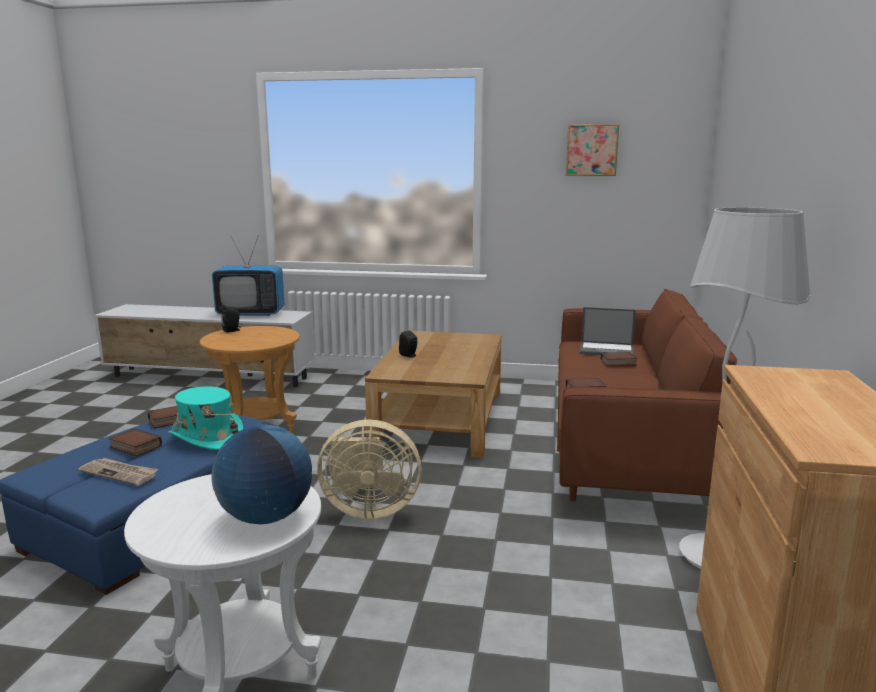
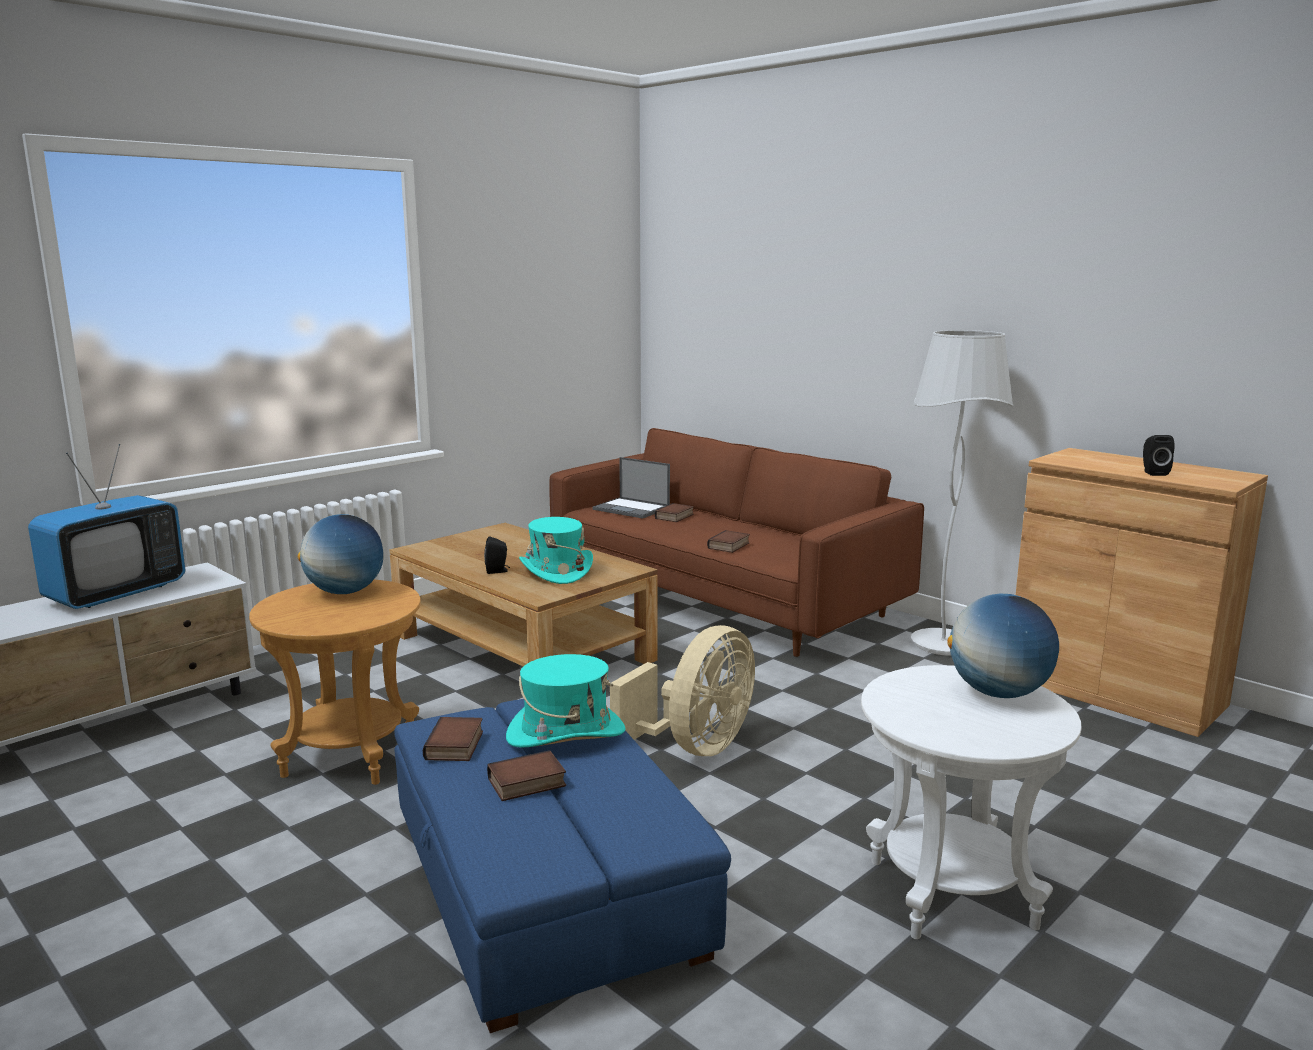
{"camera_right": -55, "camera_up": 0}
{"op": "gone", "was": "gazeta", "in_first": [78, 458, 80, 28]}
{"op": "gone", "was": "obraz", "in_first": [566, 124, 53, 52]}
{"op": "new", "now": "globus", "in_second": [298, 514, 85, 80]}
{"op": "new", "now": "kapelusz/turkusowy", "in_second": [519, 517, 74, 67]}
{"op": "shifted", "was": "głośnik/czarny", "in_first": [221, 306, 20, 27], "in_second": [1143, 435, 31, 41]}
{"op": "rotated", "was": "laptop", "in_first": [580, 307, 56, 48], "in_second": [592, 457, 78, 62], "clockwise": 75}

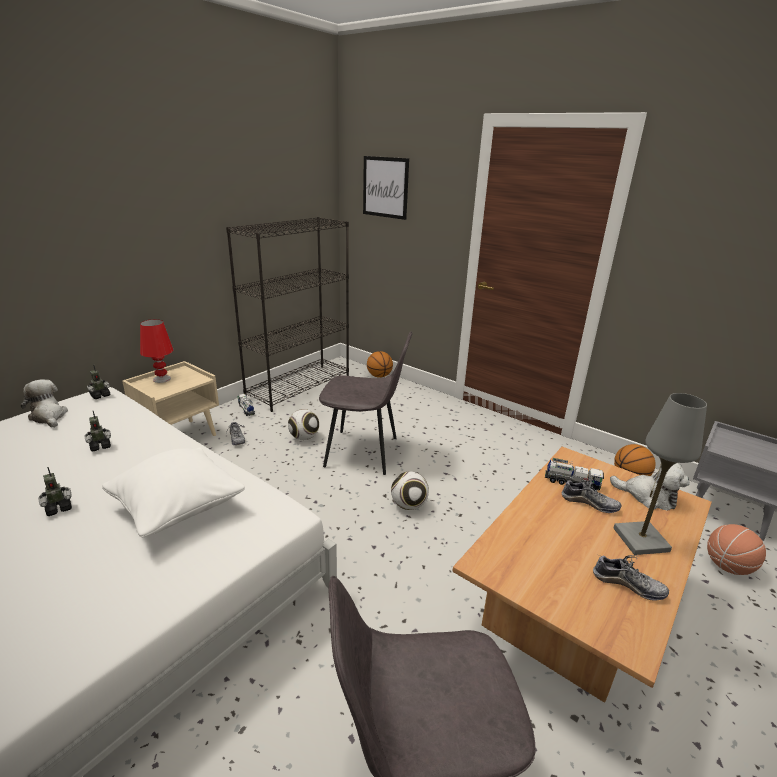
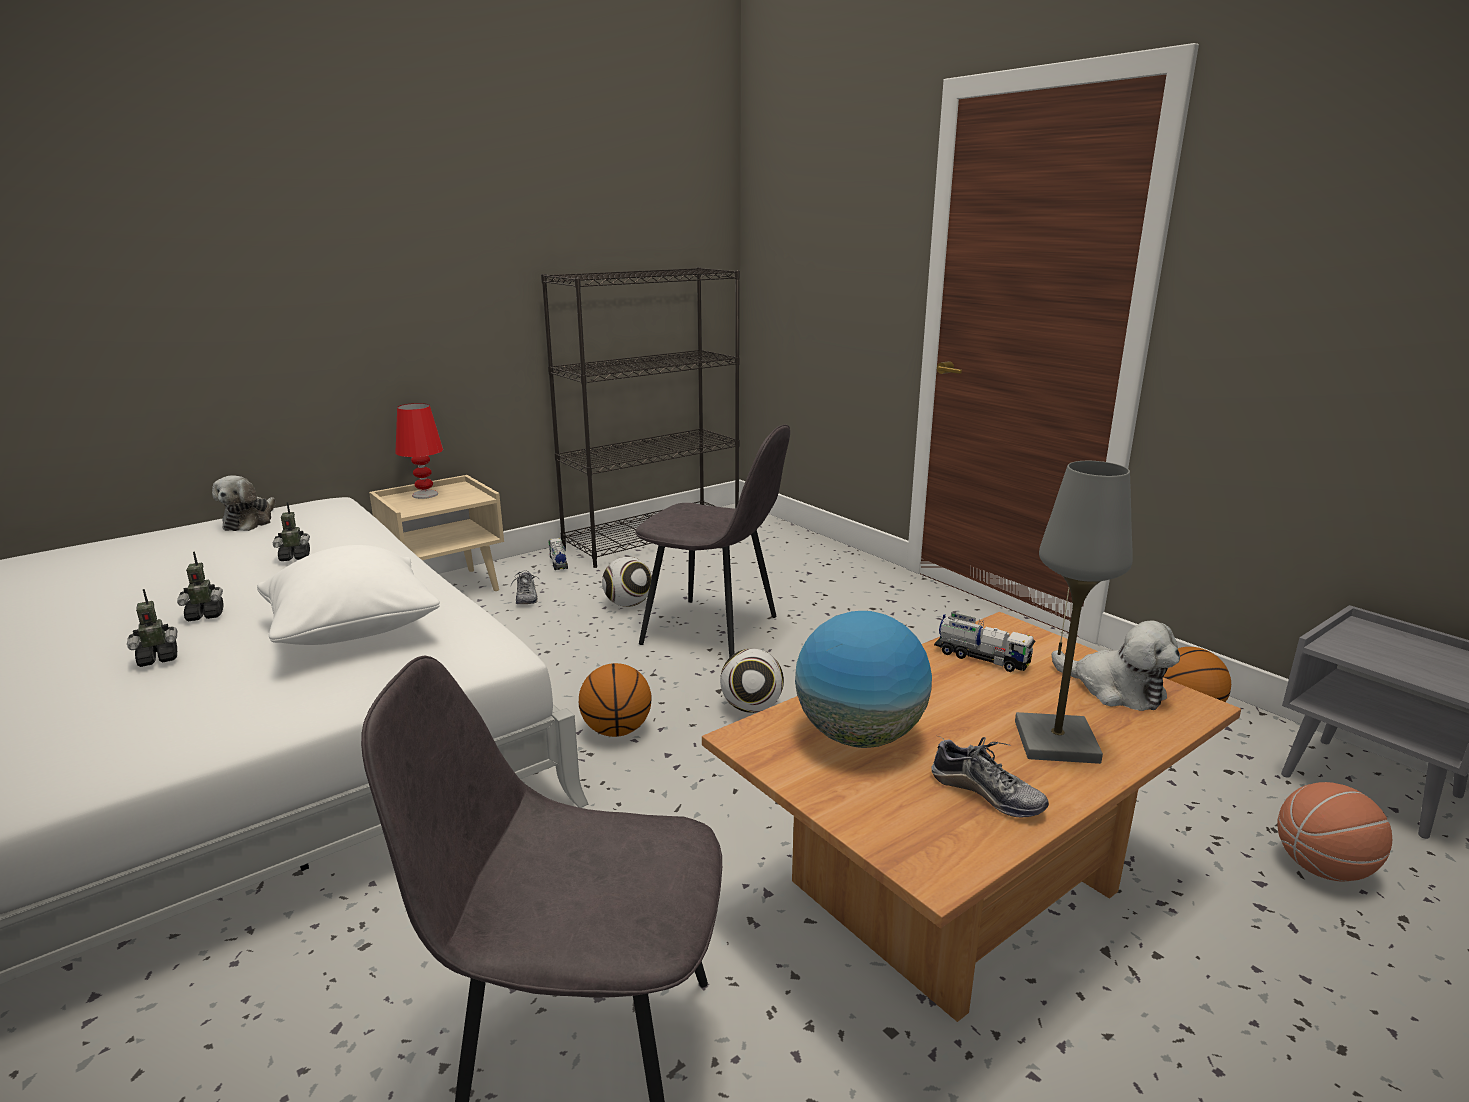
{"camera_right": 15, "camera_up": -5}
{"op": "gone", "was": "obraz", "in_first": [363, 156, 46, 64]}
{"op": "gone", "was": "but", "in_first": [561, 478, 60, 35]}
{"op": "new", "now": "globus", "in_second": [795, 611, 137, 137]}
{"op": "shifted", "was": "robot zabawkowy", "in_first": [87, 364, 23, 35], "in_second": [127, 589, 50, 78]}
{"op": "shifted", "was": "piłka do koszykówki", "in_first": [367, 351, 26, 27], "in_second": [579, 663, 73, 74]}
{"op": "rotated", "was": "pluszak", "in_first": [21, 379, 47, 49], "in_second": [212, 475, 63, 56], "clockwise": -150}

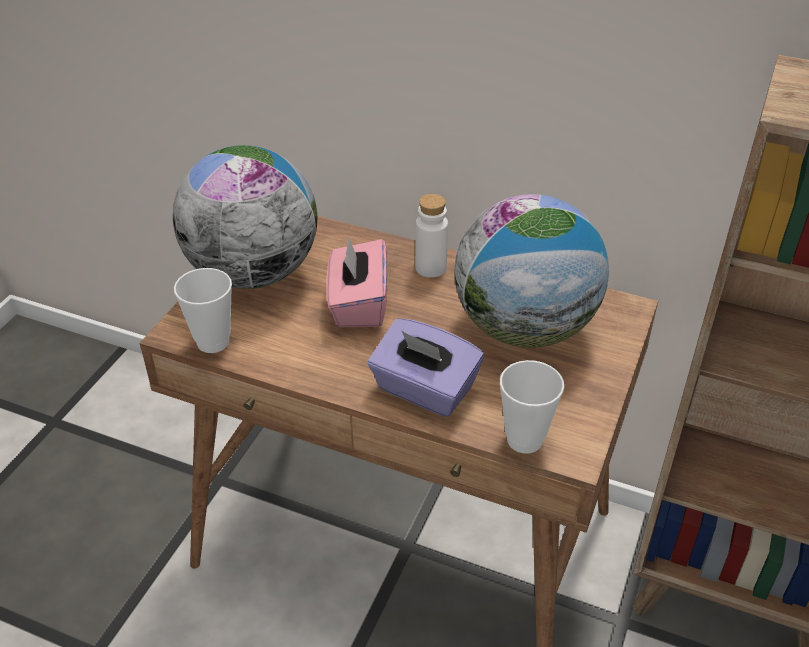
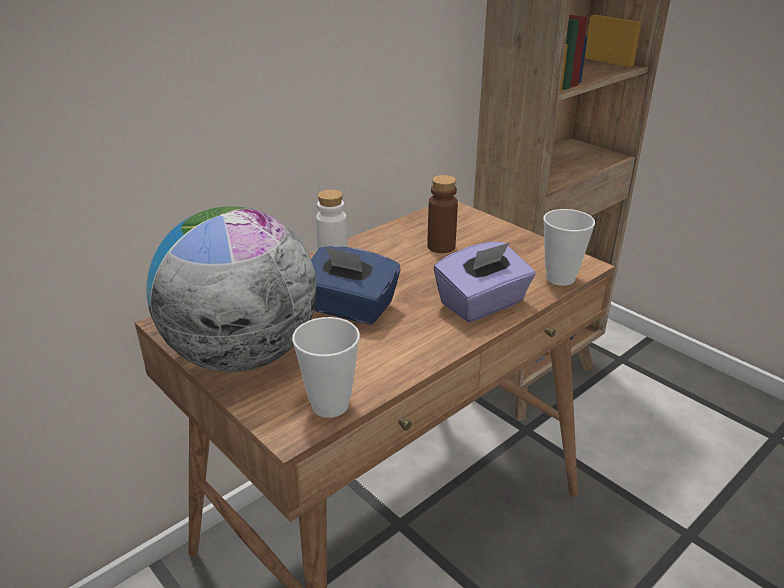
{"camera_right": -65, "camera_up": -10}
{"op": "swapped", "was": "globus", "now": "butelka/brązowy", "in_first": [454, 194, 155, 154], "in_second": [427, 175, 31, 78]}
{"op": "repainted", "was": "pudełko chusteczek/różowy", "now": "pudełko chusteczek/niebieski", "in_first": [326, 236, 62, 91], "in_second": [311, 246, 90, 78]}

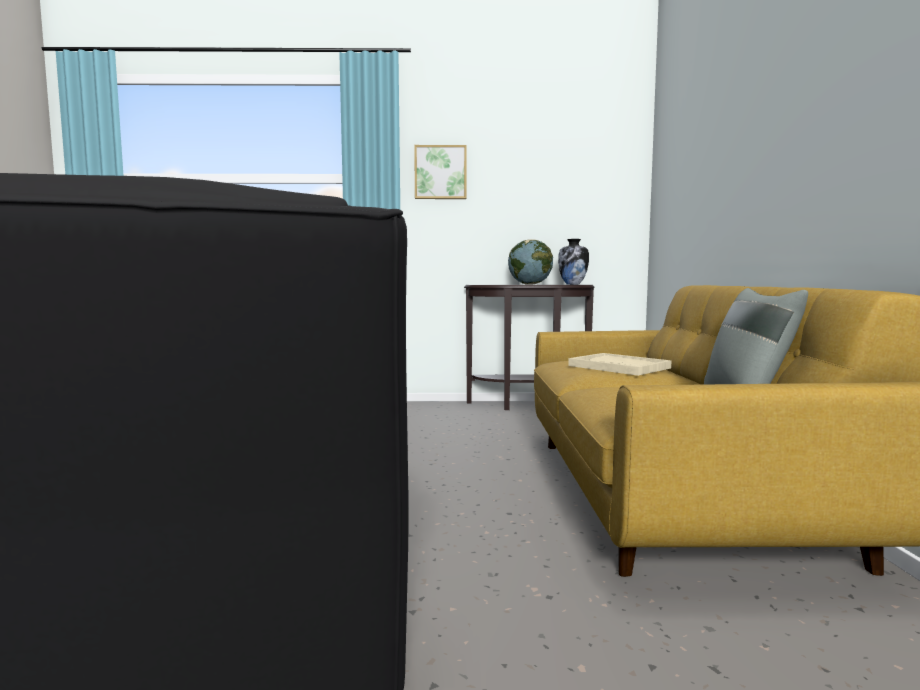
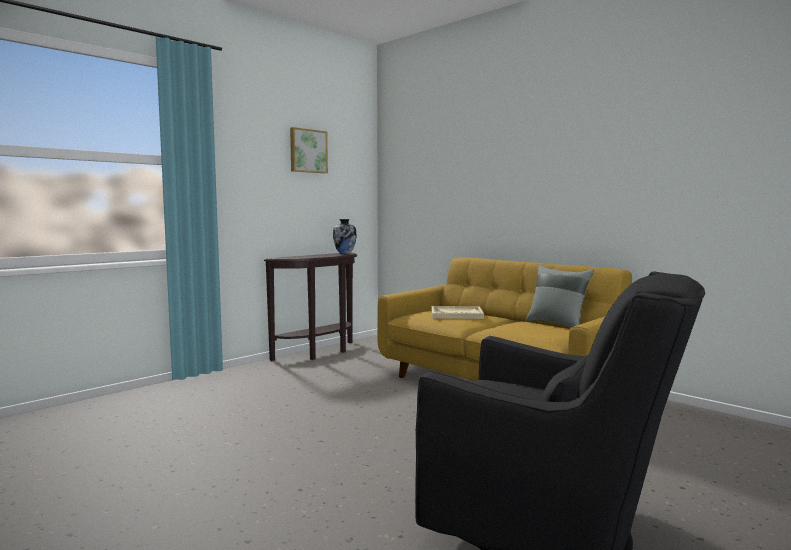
{"camera_right": -45, "camera_up": 0}
{"op": "gone", "was": "globus", "in_first": [508, 239, 45, 46]}
{"op": "shifted", "was": "obraz", "in_first": [414, 145, 52, 54], "in_second": [290, 127, 38, 46]}

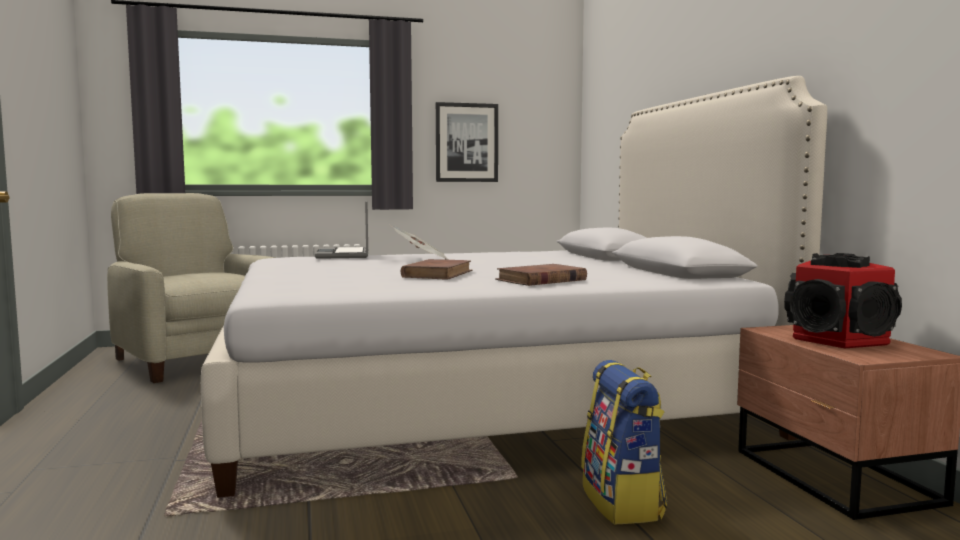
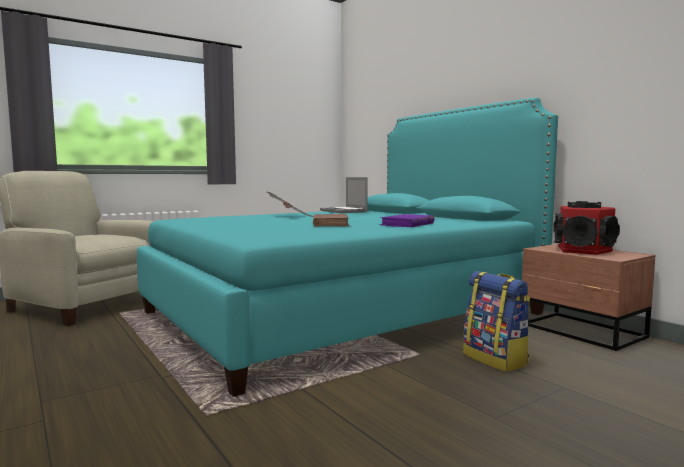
{"camera_right": -20, "camera_up": 0}
{"op": "gone", "was": "obraz", "in_first": [436, 102, 62, 80]}
{"op": "shifted", "was": "laptop", "in_first": [315, 200, 53, 59], "in_second": [320, 177, 48, 36]}
{"op": "repainted", "was": "łóżko/biały", "now": "łóżko/turkusowy", "in_first": [201, 76, 626, 422], "in_second": [137, 98, 421, 299]}
{"op": "repainted", "was": "książka/brązowy", "now": "książka/fioletowy", "in_first": [495, 264, 92, 22], "in_second": [380, 214, 55, 13]}

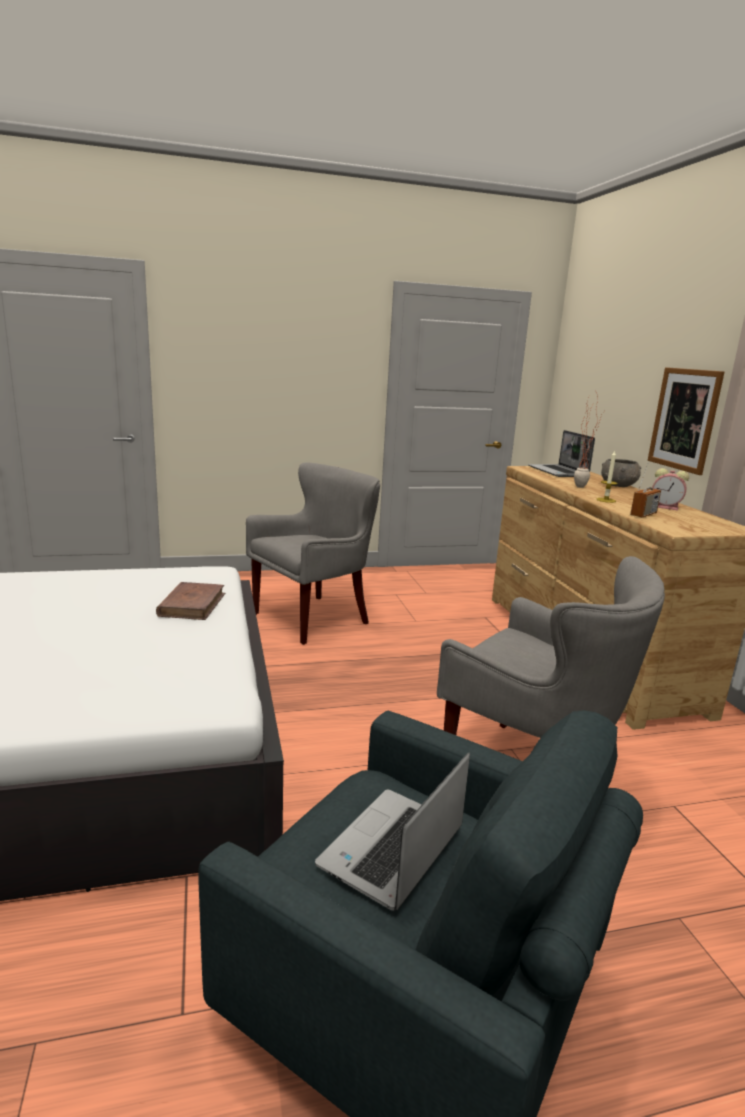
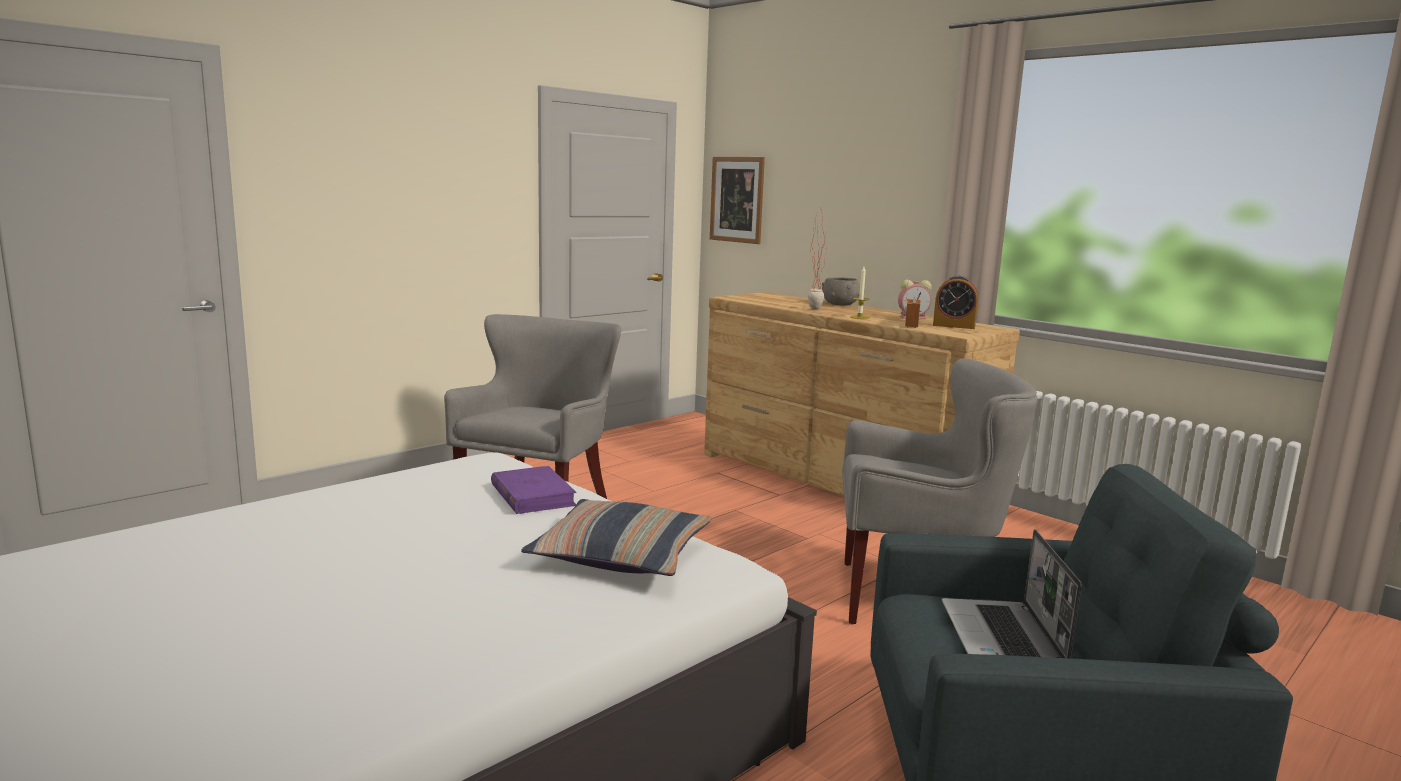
{"camera_right": -30, "camera_up": -5}
{"op": "gone", "was": "laptop", "in_first": [528, 430, 67, 47]}
{"op": "new", "now": "poduszka", "in_second": [521, 499, 191, 77]}
{"op": "new", "now": "budzik", "in_second": [933, 276, 45, 53]}
{"op": "shifted", "was": "obraz", "in_first": [648, 367, 76, 108], "in_second": [710, 157, 55, 87]}
{"op": "repainted", "was": "książka/brązowy", "now": "książka/fioletowy", "in_first": [156, 582, 69, 38], "in_second": [491, 466, 86, 48]}

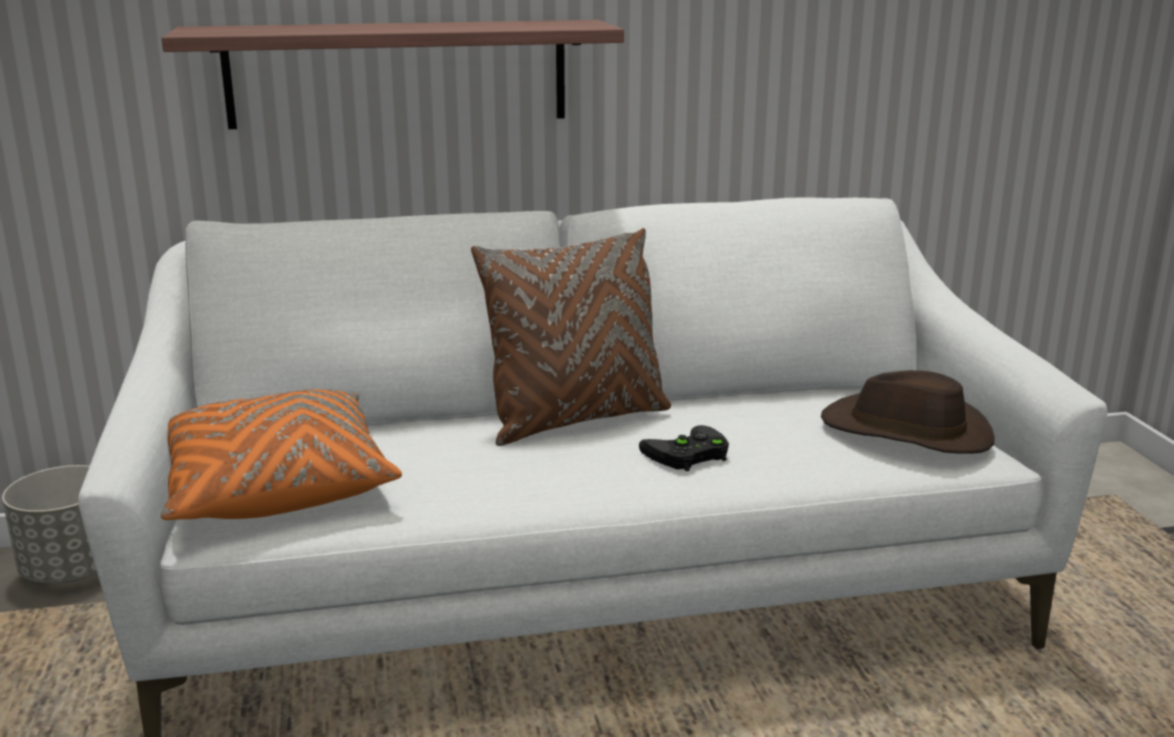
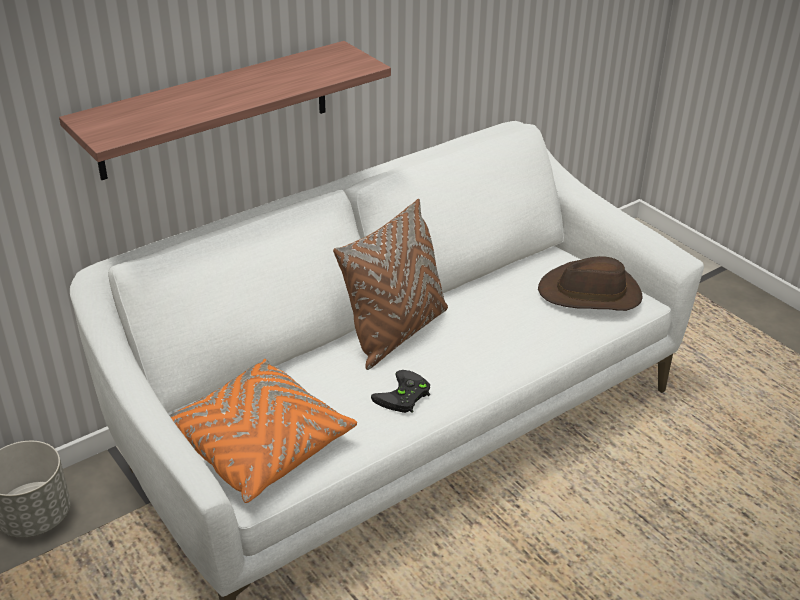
{"camera_right": -25, "camera_up": 15}
{"op": "shifted", "was": "pad do gier/czarny", "in_first": [639, 425, 90, 46], "in_second": [371, 370, 59, 43]}

